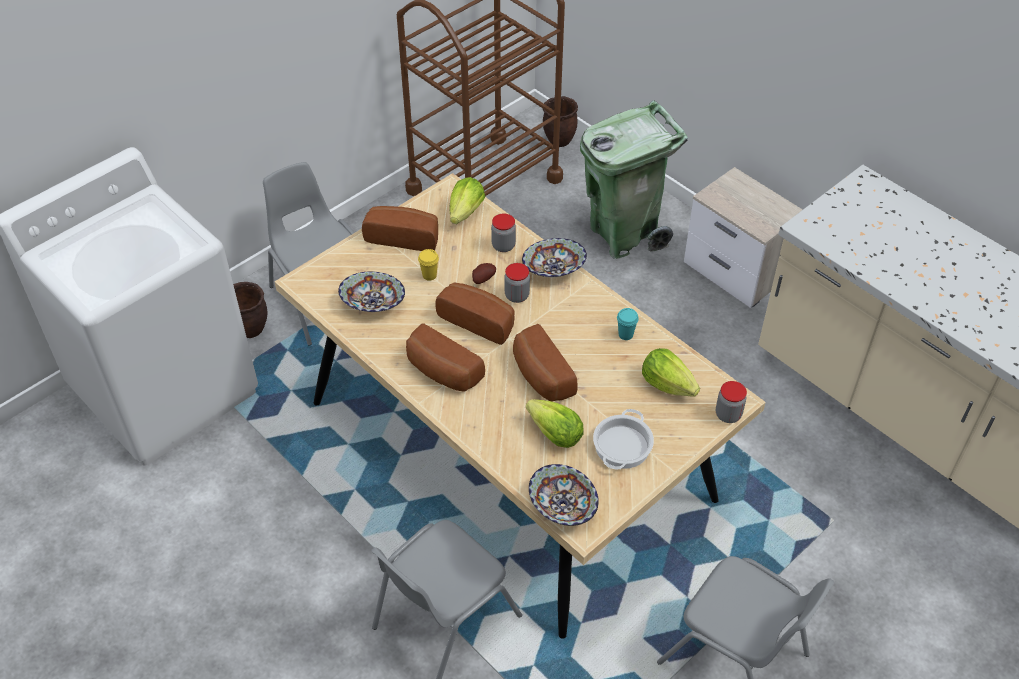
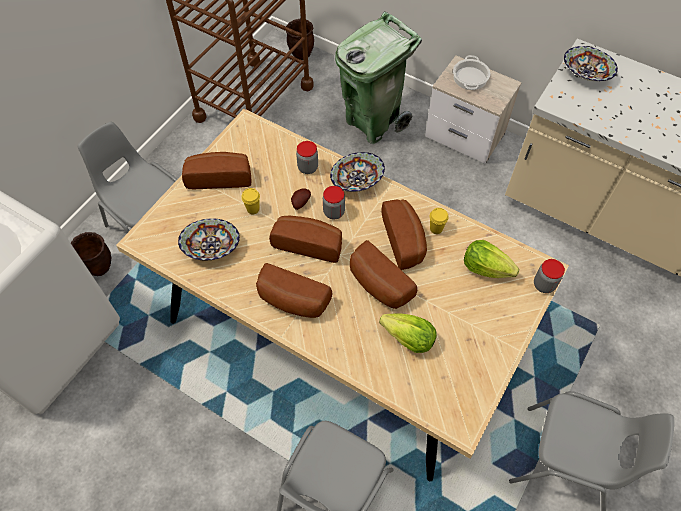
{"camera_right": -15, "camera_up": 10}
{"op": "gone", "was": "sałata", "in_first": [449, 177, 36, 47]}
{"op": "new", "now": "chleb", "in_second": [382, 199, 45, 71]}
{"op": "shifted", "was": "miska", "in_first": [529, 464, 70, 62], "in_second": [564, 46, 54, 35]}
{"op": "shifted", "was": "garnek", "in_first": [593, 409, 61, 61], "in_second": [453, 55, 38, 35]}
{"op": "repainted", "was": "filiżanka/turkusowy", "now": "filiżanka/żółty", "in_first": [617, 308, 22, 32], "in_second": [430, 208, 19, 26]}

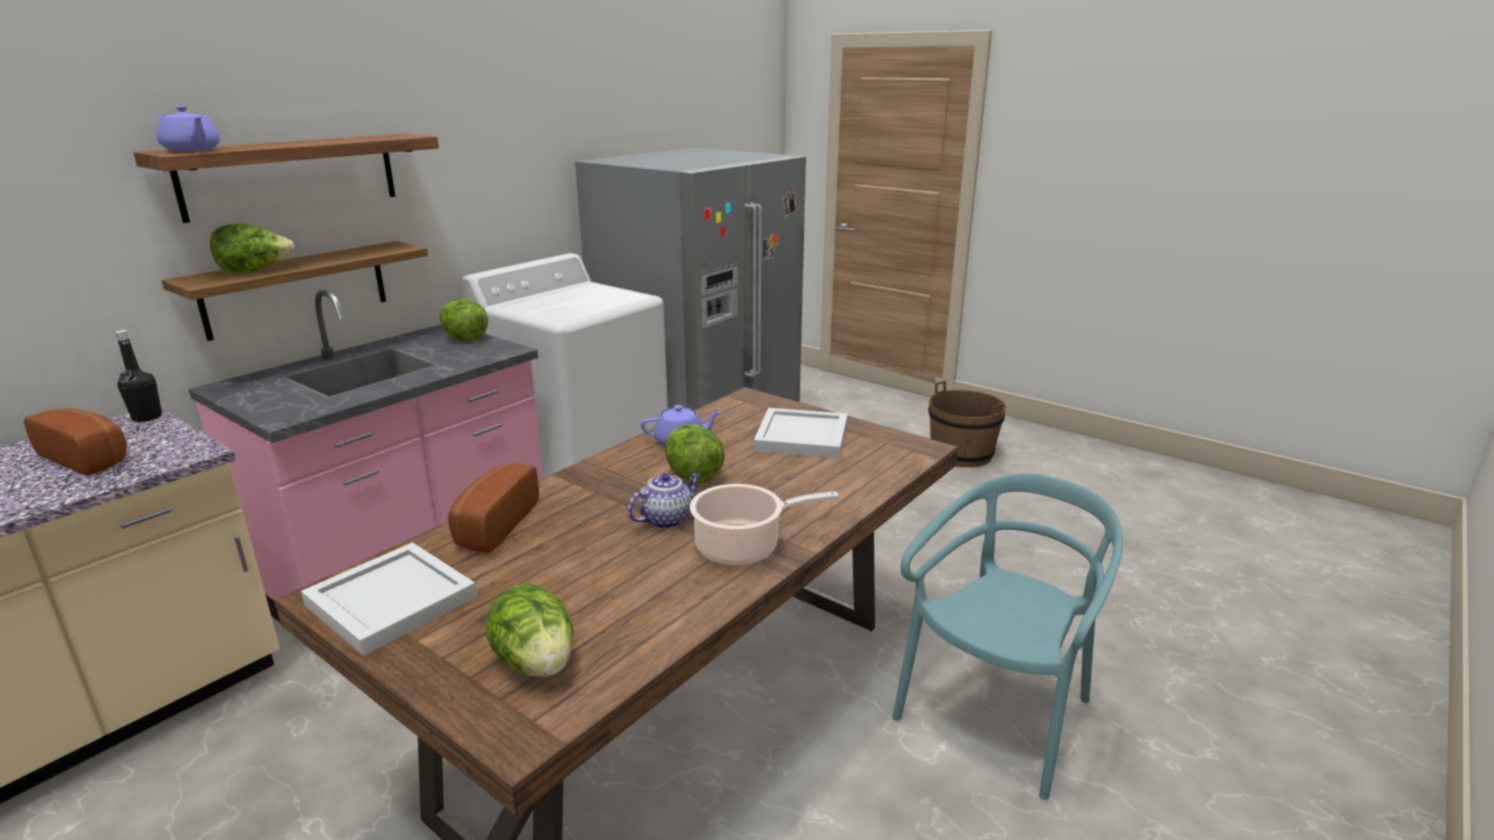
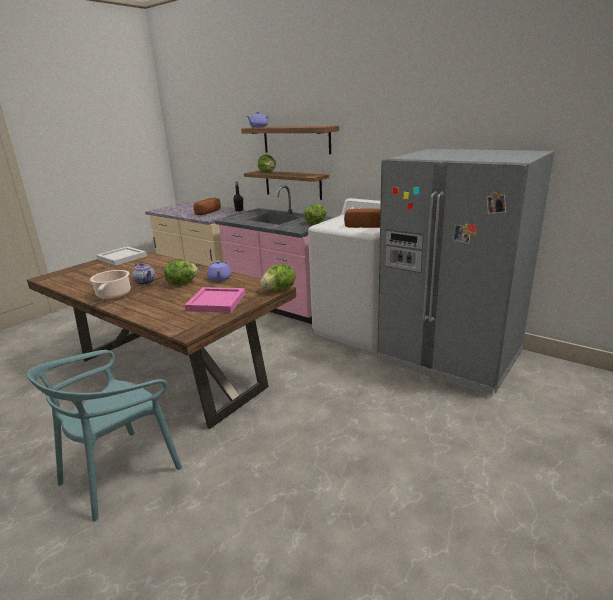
{"camera_right": 90, "camera_up": 0}
{"op": "gone", "was": "wiadro/brązowy", "in_first": [928, 381, 78, 86]}
{"op": "shifted", "was": "chleb", "in_first": [448, 464, 91, 89], "in_second": [344, 209, 36, 19]}
{"op": "shifted", "was": "sałata", "in_first": [485, 583, 89, 94], "in_second": [261, 264, 34, 27]}
{"op": "repainted", "was": "taca/biały", "now": "taca/różowy", "in_first": [754, 408, 93, 50], "in_second": [185, 287, 60, 26]}
{"op": "rotated", "was": "krzesło/turkusowy", "in_first": [892, 473, 231, 327], "in_second": [27, 350, 155, 171], "clockwise": 90}

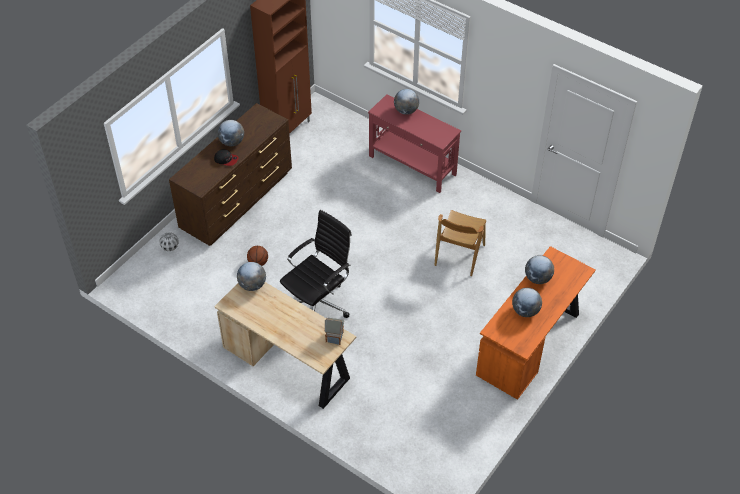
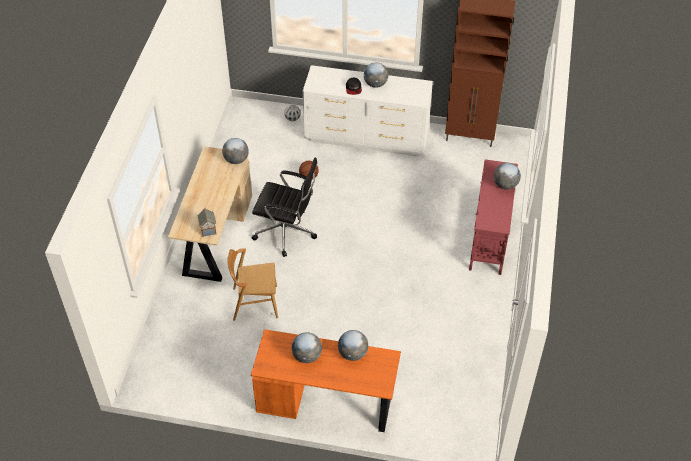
{"camera_right": 65, "camera_up": 0}
{"op": "shifted", "was": "krzesło/brązowy", "in_first": [435, 210, 51, 66], "in_second": [228, 248, 50, 73]}
{"op": "repainted", "was": "komoda/brązowy", "now": "komoda/biały", "in_first": [169, 103, 123, 143], "in_second": [303, 65, 130, 92]}

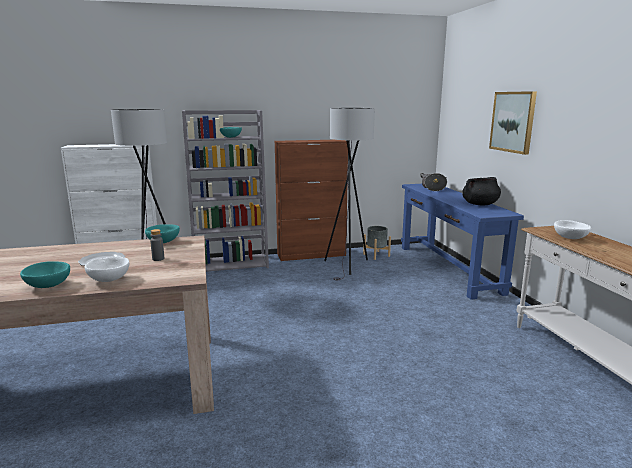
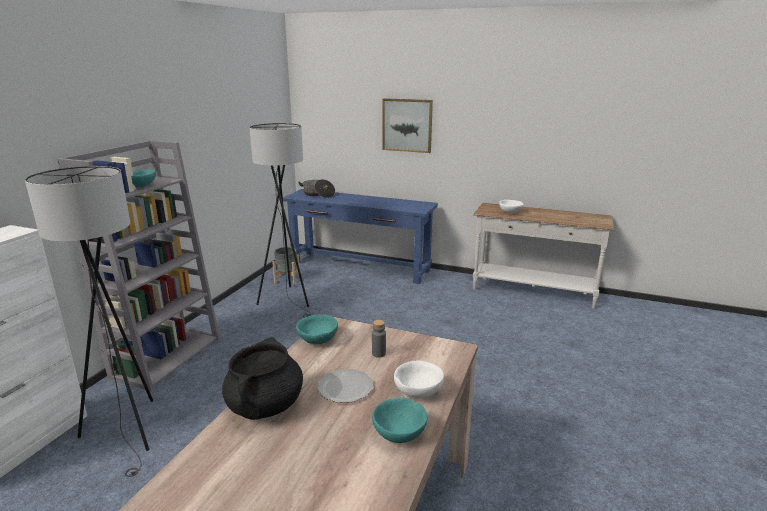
{"camera_right": -55, "camera_up": 5}
{"op": "gone", "was": "szafka/brązowy", "in_first": [275, 140, 73, 121]}
{"op": "shifted", "was": "garnek/czarny", "in_first": [462, 177, 39, 28], "in_second": [222, 337, 81, 83]}

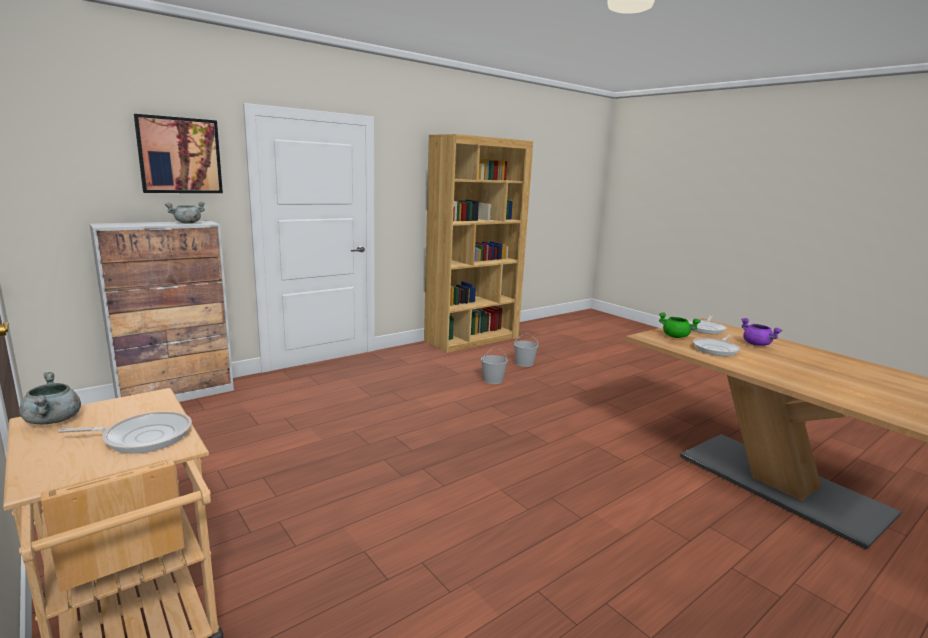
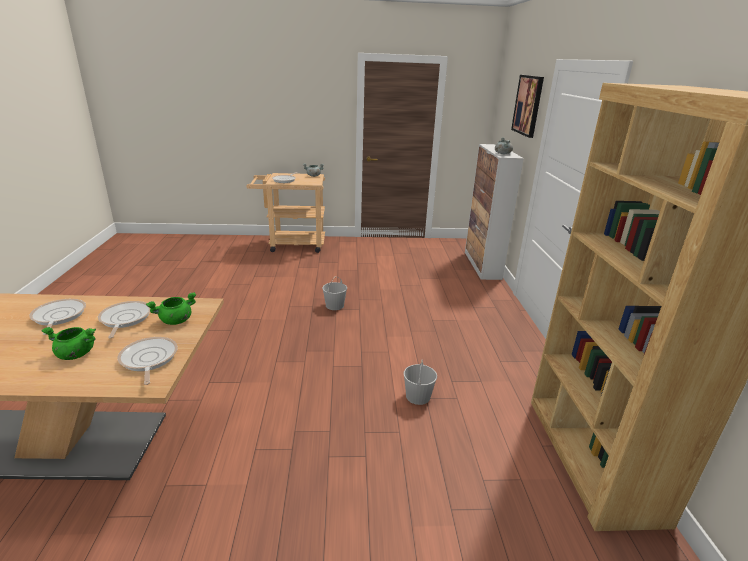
{"camera_right": 125, "camera_up": 10}
{"op": "new", "now": "patelnia", "in_second": [29, 299, 57, 36]}
{"op": "shifted", "was": "wiadro/biały", "in_first": [514, 333, 24, 34], "in_second": [322, 276, 25, 34]}
{"op": "repainted", "was": "garnek/fioletowy", "now": "garnek/zielony", "in_first": [741, 318, 41, 28], "in_second": [41, 327, 55, 33]}

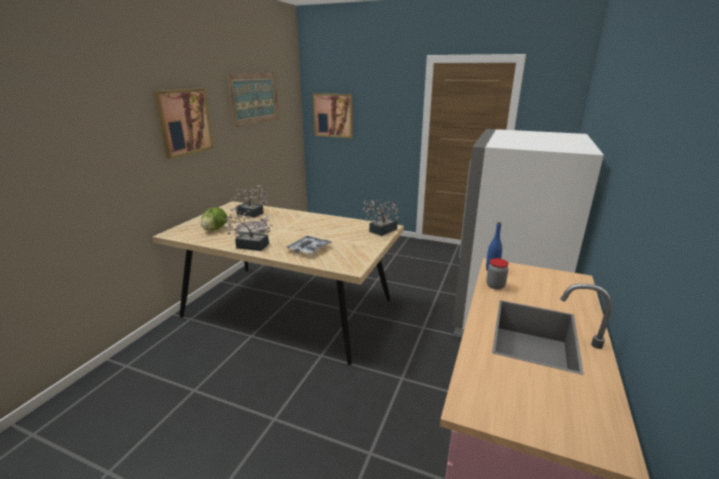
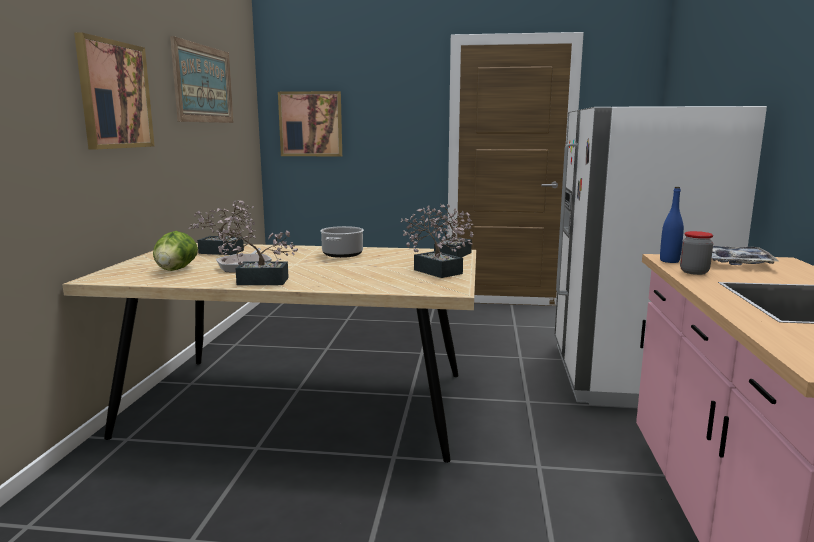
{"camera_right": -15, "camera_up": -10}
{"op": "new", "now": "garnek", "in_second": [320, 226, 44, 32]}
{"op": "new", "now": "roślina doniczkowa", "in_second": [400, 208, 72, 70]}
{"op": "shifted", "was": "taca", "in_first": [285, 235, 47, 20], "in_second": [712, 246, 68, 19]}

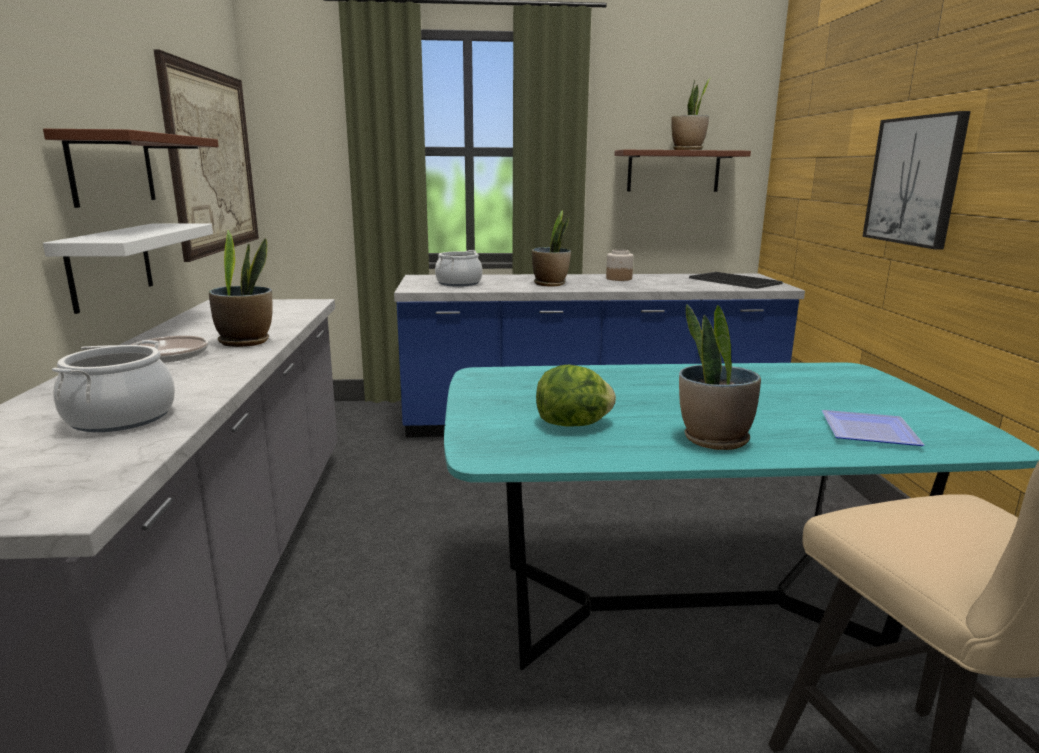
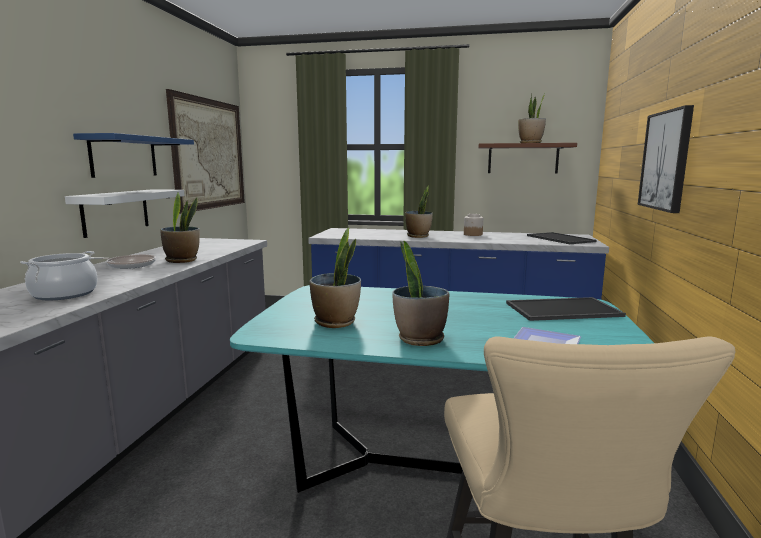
{"camera_right": 15, "camera_up": -5}
{"op": "gone", "was": "garnek", "in_first": [435, 250, 48, 37]}
{"op": "new", "now": "taca", "in_second": [506, 297, 120, 24]}
{"op": "swapped", "was": "sałata", "now": "roślina doniczkowa", "in_first": [536, 365, 80, 61], "in_second": [310, 228, 51, 100]}
{"op": "repainted", "was": "półka/brązowy", "now": "półka/niebieski", "in_first": [43, 129, 176, 79], "in_second": [73, 133, 121, 45]}

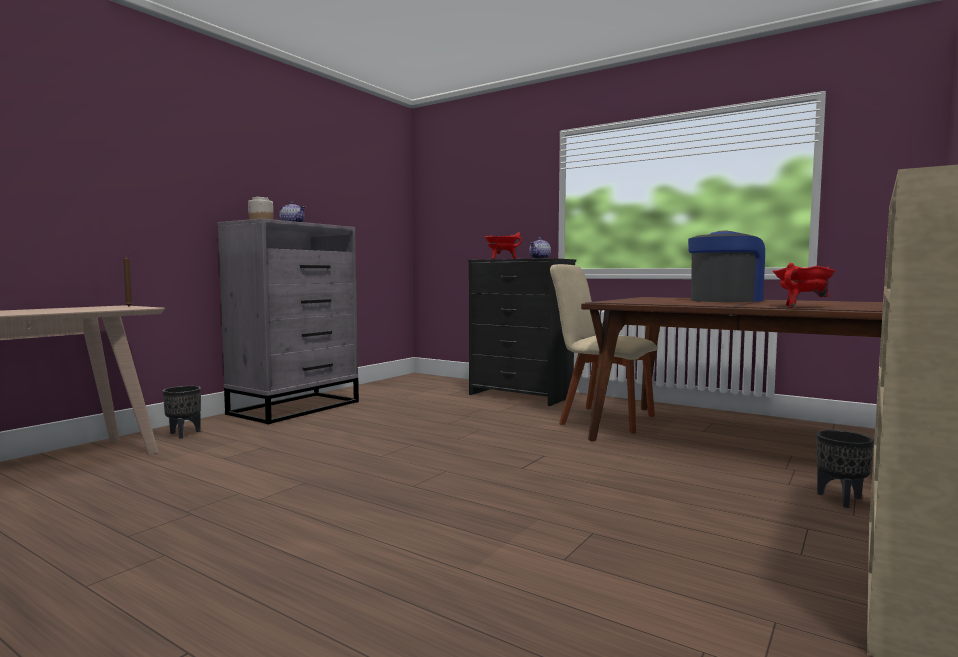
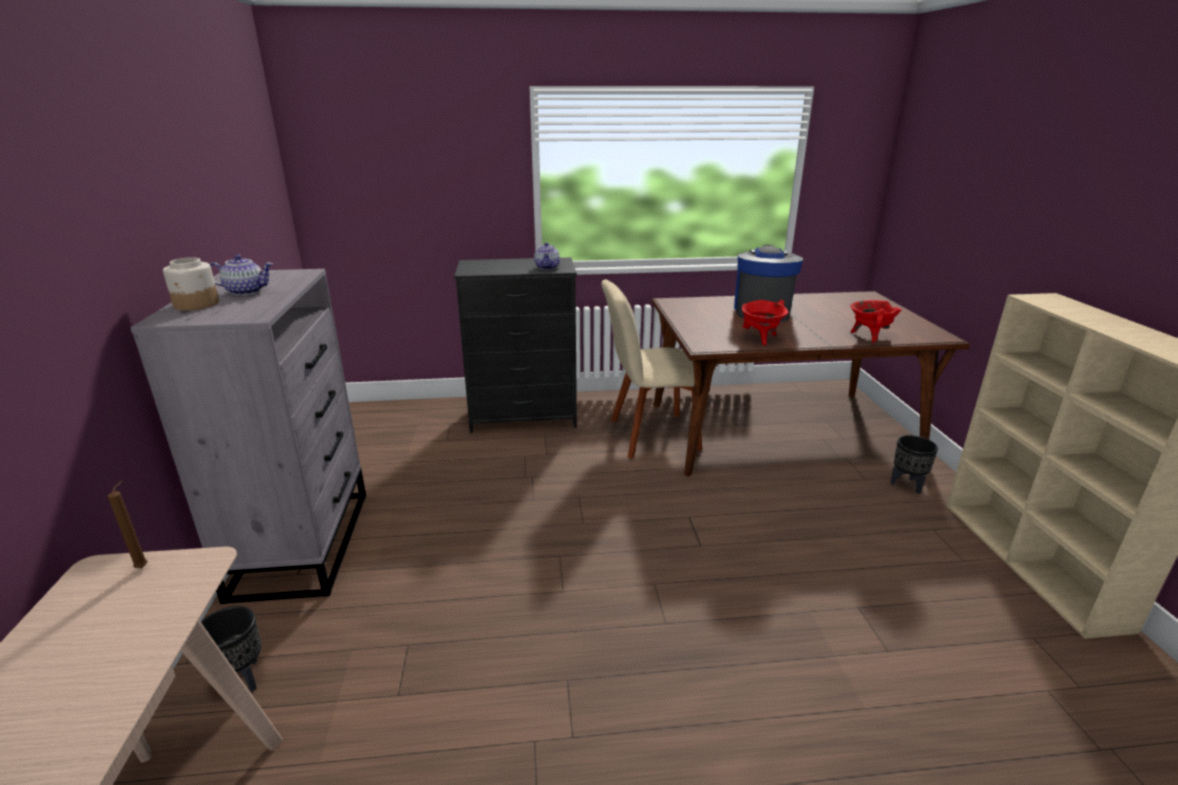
{"camera_right": -40, "camera_up": 20}
{"op": "shifted", "was": "garnek/czerwony", "in_first": [484, 232, 38, 27], "in_second": [742, 300, 47, 46]}

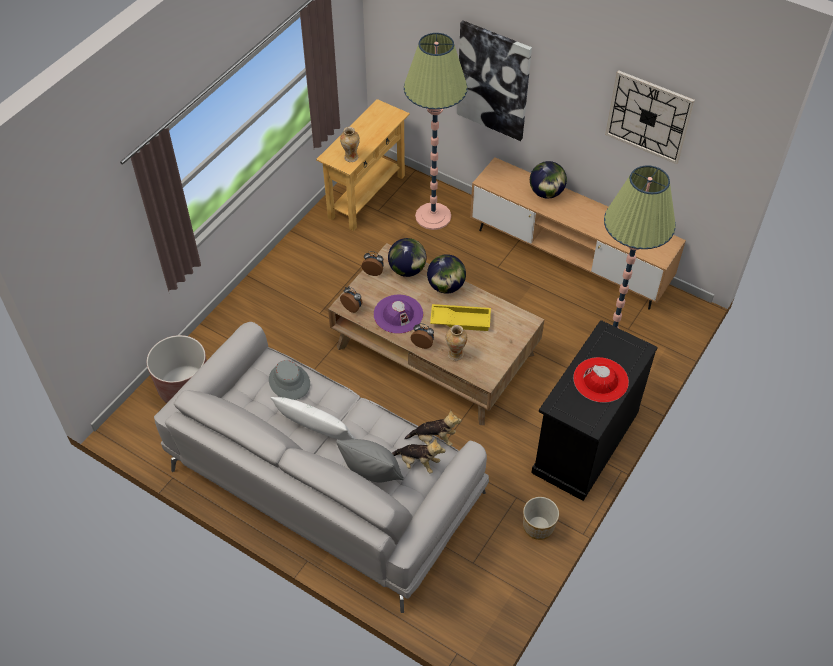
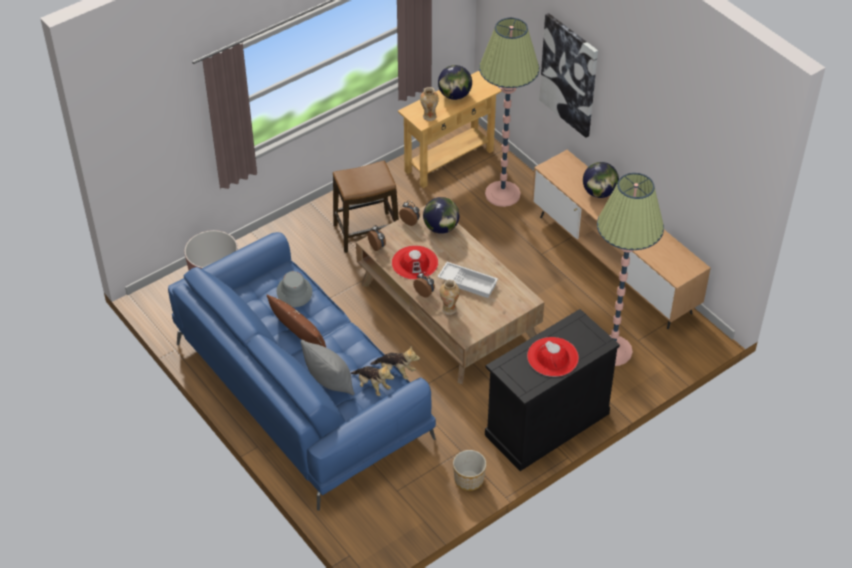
{"camera_right": 20, "camera_up": -5}
{"op": "gone", "was": "zegar ścienny", "in_first": [605, 70, 90, 94]}
{"op": "new", "now": "stołek", "in_second": [333, 161, 66, 92]}
{"op": "shifted", "was": "globus", "in_first": [427, 254, 39, 40], "in_second": [438, 65, 34, 35]}
{"op": "repainted", "was": "kanapa/szary", "now": "kanapa/niebieski", "in_first": [154, 322, 335, 291], "in_second": [168, 232, 268, 279]}
{"op": "repainted", "was": "poduszka/biały", "now": "poduszka/brązowy", "in_first": [270, 397, 85, 43], "in_second": [267, 295, 60, 53]}
{"op": "repainted", "was": "kapelusz/fioletowy", "now": "kapelusz/czerwony", "in_first": [374, 295, 49, 39], "in_second": [392, 245, 46, 35]}
{"op": "repainted", "was": "taca/żółty", "now": "taca/biały", "in_first": [430, 304, 61, 27], "in_second": [438, 262, 60, 36]}

